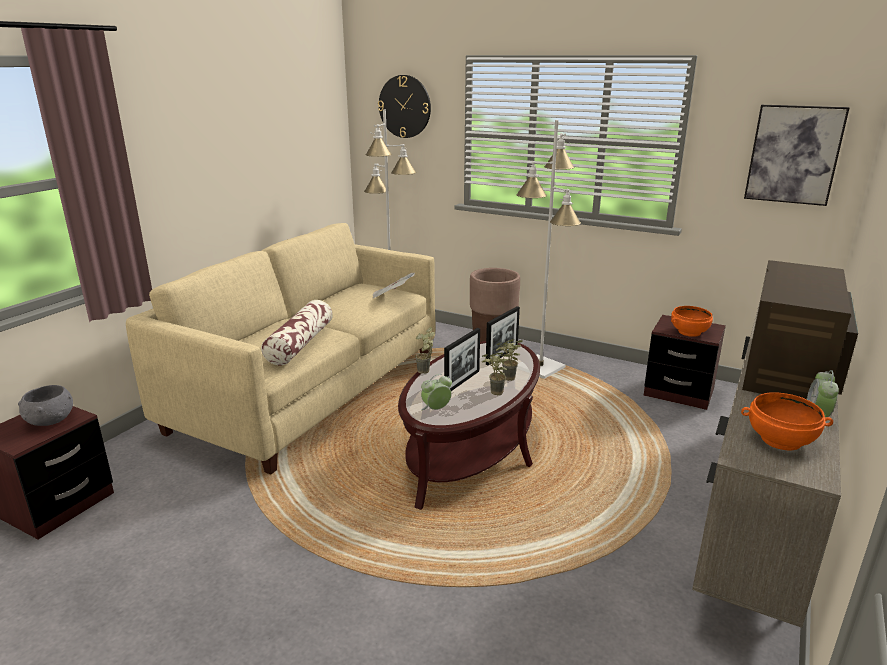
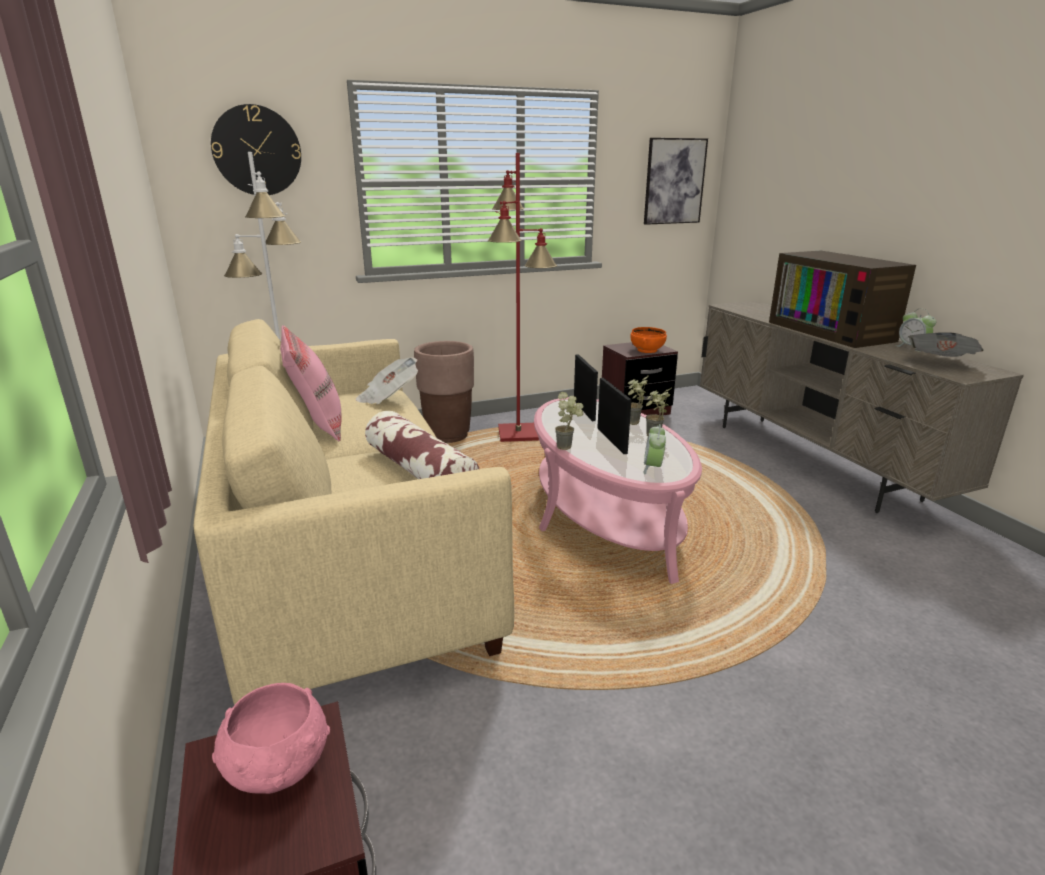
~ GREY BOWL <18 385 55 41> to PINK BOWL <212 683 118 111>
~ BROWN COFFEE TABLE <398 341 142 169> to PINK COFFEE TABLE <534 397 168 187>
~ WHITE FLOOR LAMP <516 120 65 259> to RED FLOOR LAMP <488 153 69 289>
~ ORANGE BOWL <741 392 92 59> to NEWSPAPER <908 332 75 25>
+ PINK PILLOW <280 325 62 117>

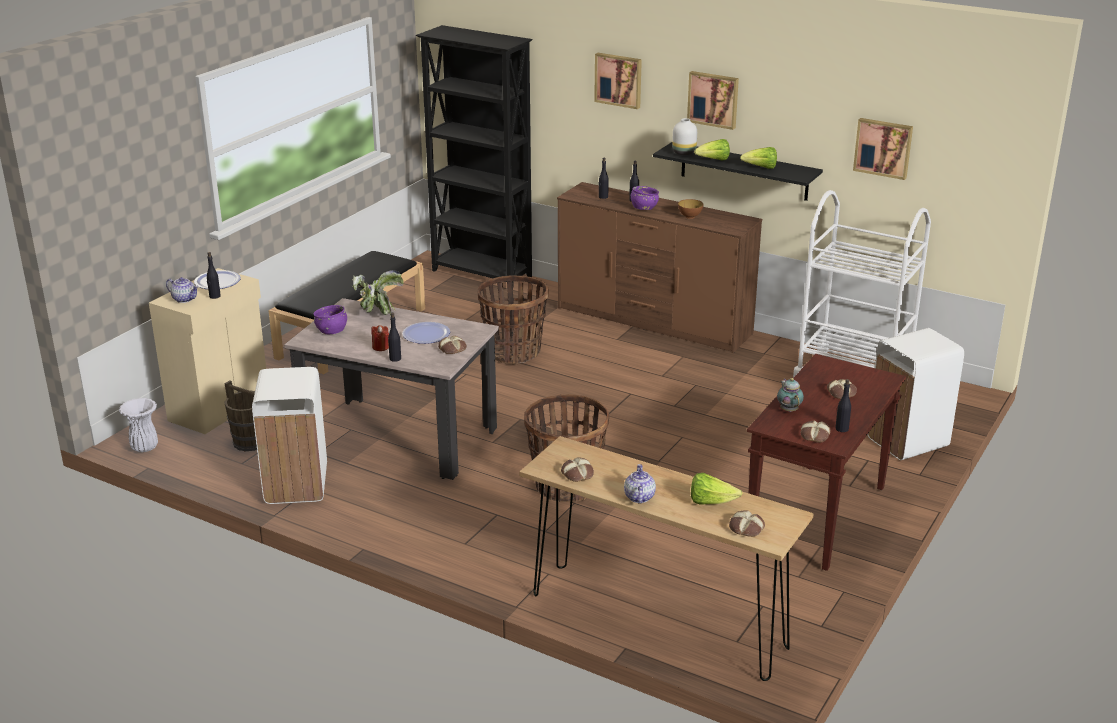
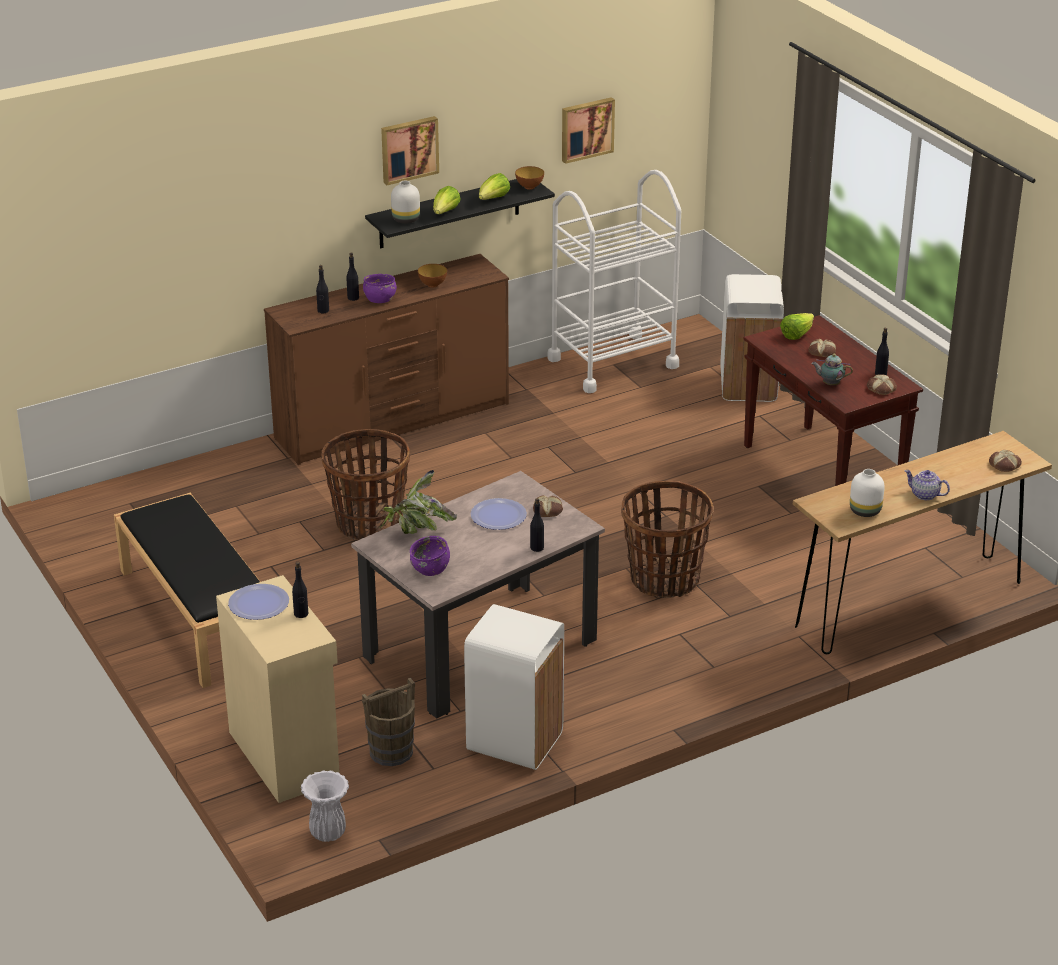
- TEAPOT <166 277 33 26>
- RED CANDLE <371 325 18 26>
- BLACK BOOKCASE <416 25 117 260>
~ BREAD <561 457 33 25> to WHITE VASE <850 469 35 48>
- PICTURE <594 53 48 56>
~ LETTUCE <691 473 51 31> to <780 313 34 27>
+ BOWL <515 166 29 24>

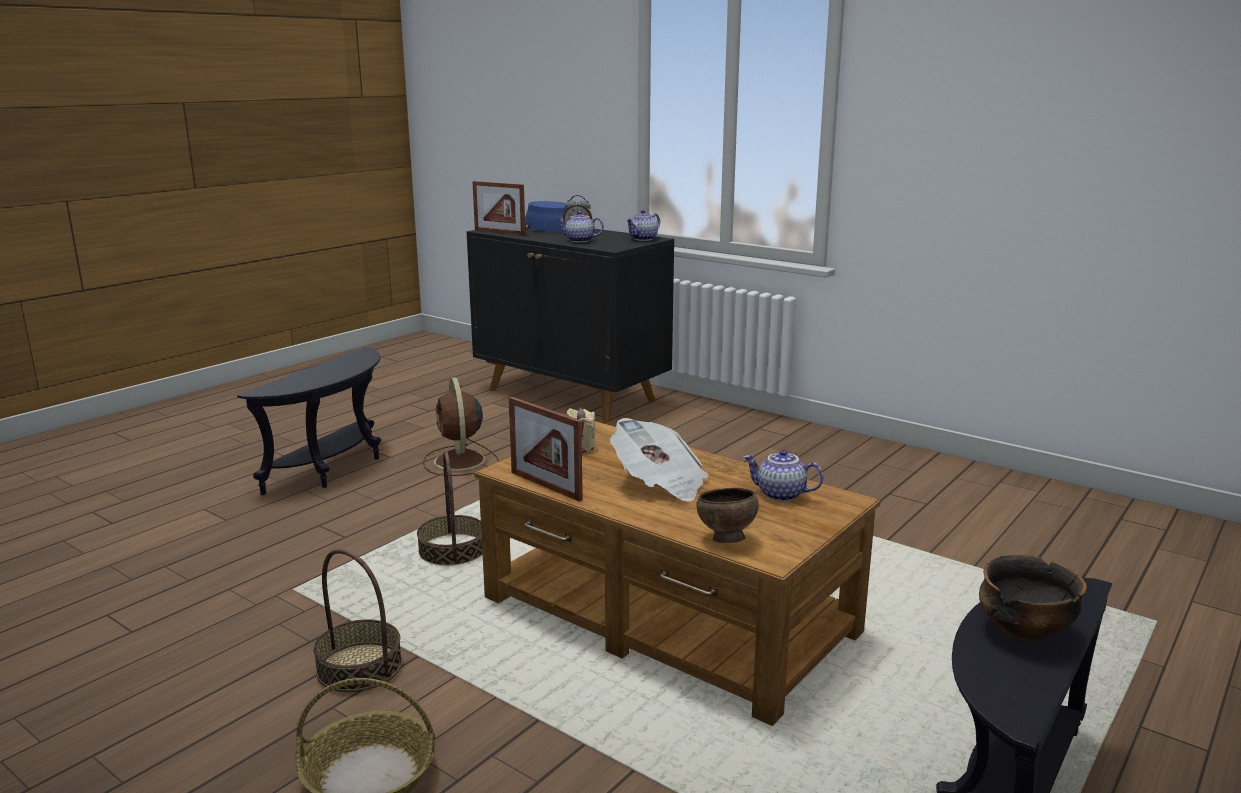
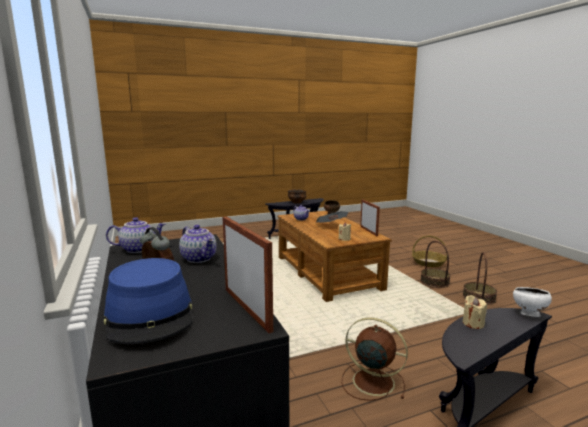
~ BASKET <417 451 65 114> to <463 252 34 53>
~ BROWN FAN <423 377 76 99> = <342 317 66 84> 75 degrees counterclockwise
+ BEIGE CANDLE <463 295 24 34>
+ WHITE BOWL <513 287 39 30>

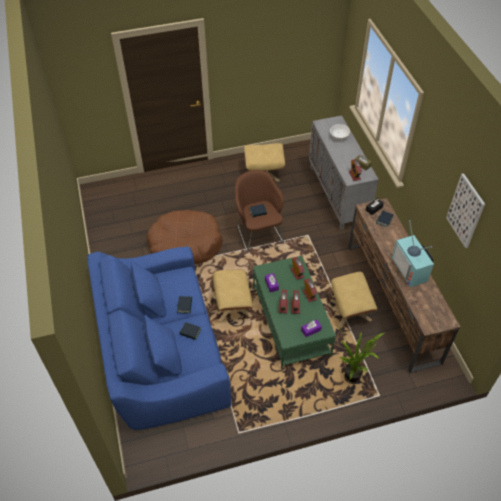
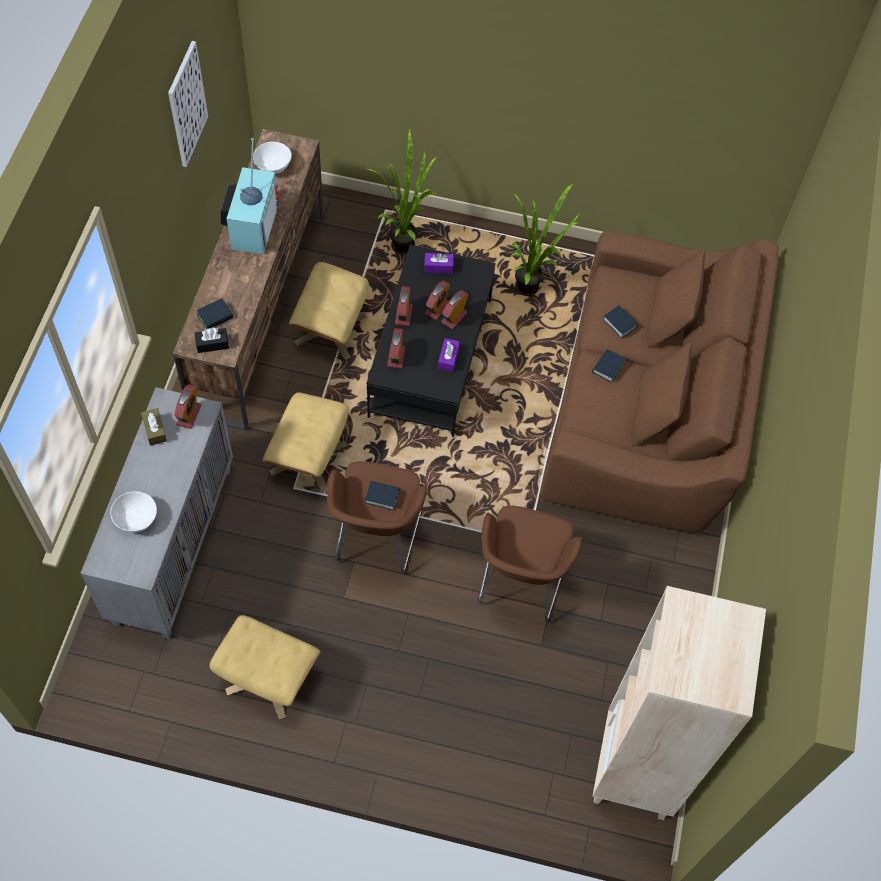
~ BLUE SOFA <87 247 144 183> to BROWN SOFA <541 231 238 302>
~ BROWN DOG BED <146 210 77 54> to BROWN ARMCHAIR <478 505 104 117>
~ BEIGE OTTOMAN <213 269 40 53> to <263 392 86 101>
~ GREEN COFFEE TABLE <253 256 83 113> to BLACK COFFEE TABLE <367 245 128 192>
+ WHITE BOWL <253 142 39 32>
+ POTTED PLANT <511 183 69 113>
+ BEIGE BOOKCASE <592 586 174 234>

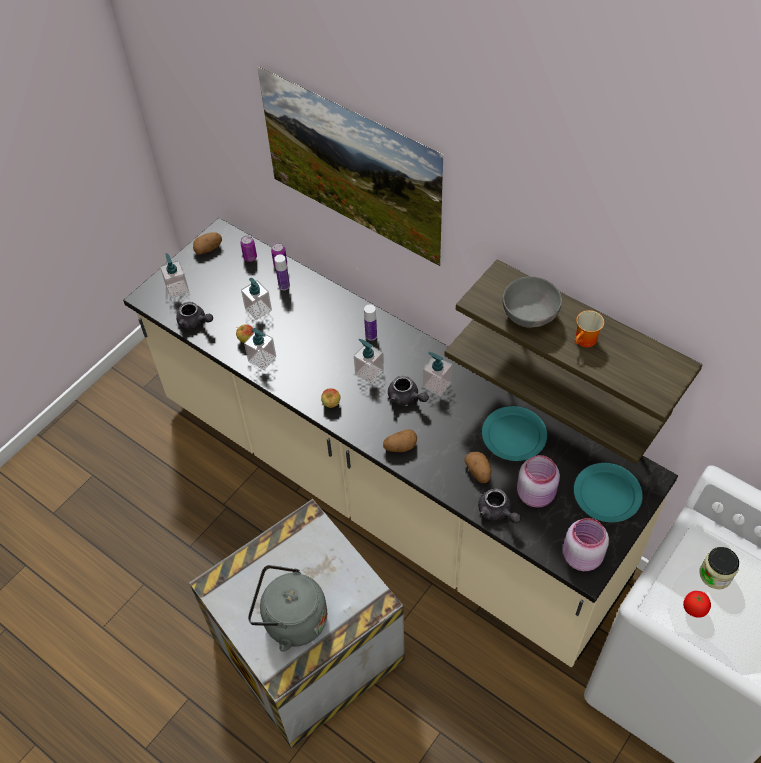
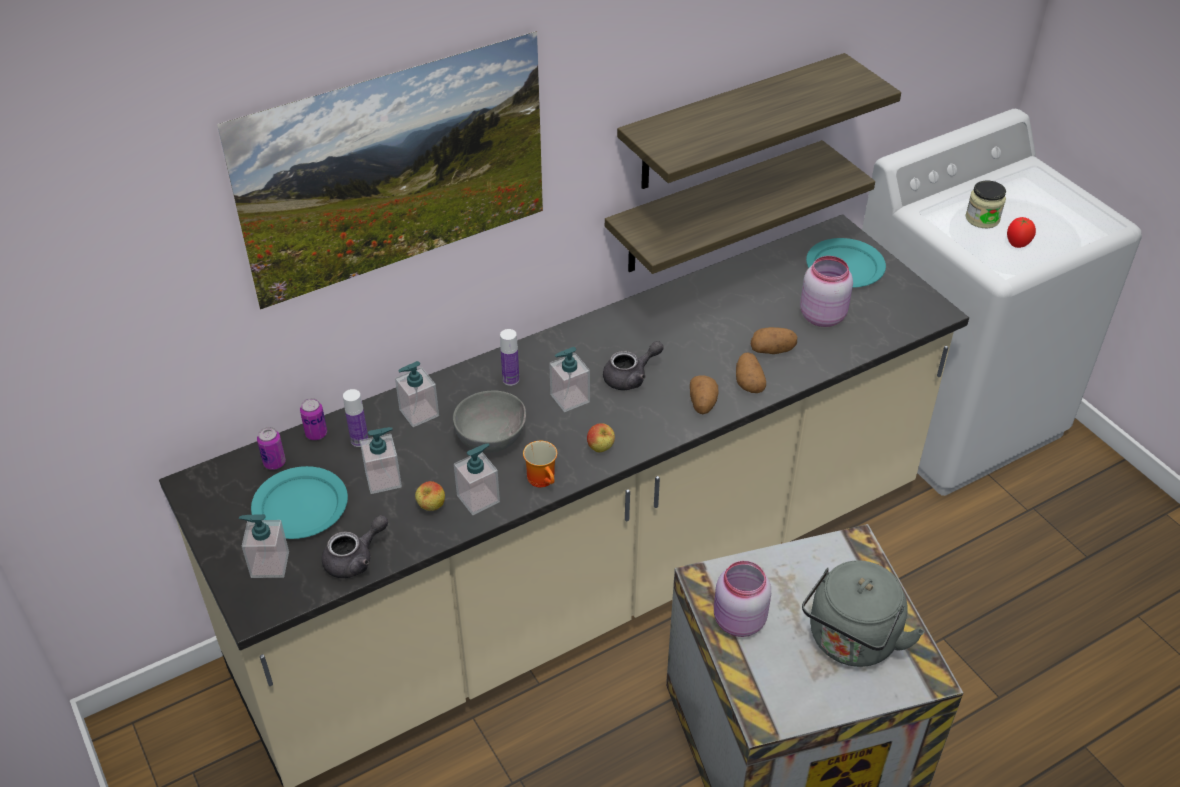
~ POTATO <193 232 29 22> to <736 353 30 40>
~ SOAP DISPENSER <423 352 29 44> to <395 361 44 66>
- GREY TEAPOT <478 488 43 35>
~ TURQUOISE PLATE <482 406 65 55> to <251 466 97 73>
~ GREY BOWL <503 276 59 52> to <453 390 73 63>
~ PINK JAR <563 518 46 53> to <714 561 57 76>
~ MUG <574 310 30 37> to <523 441 34 46>

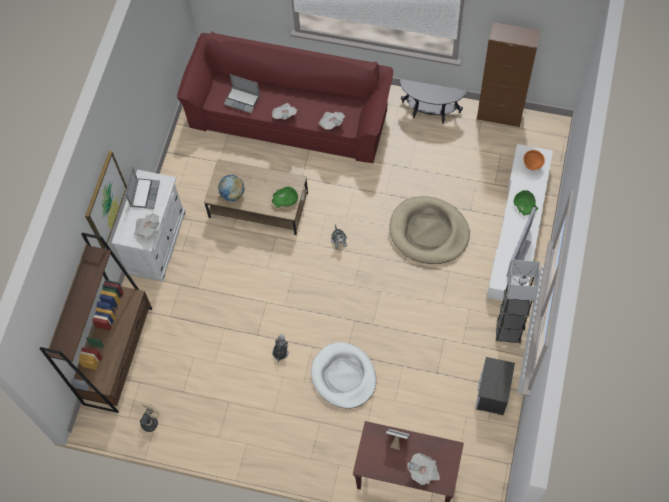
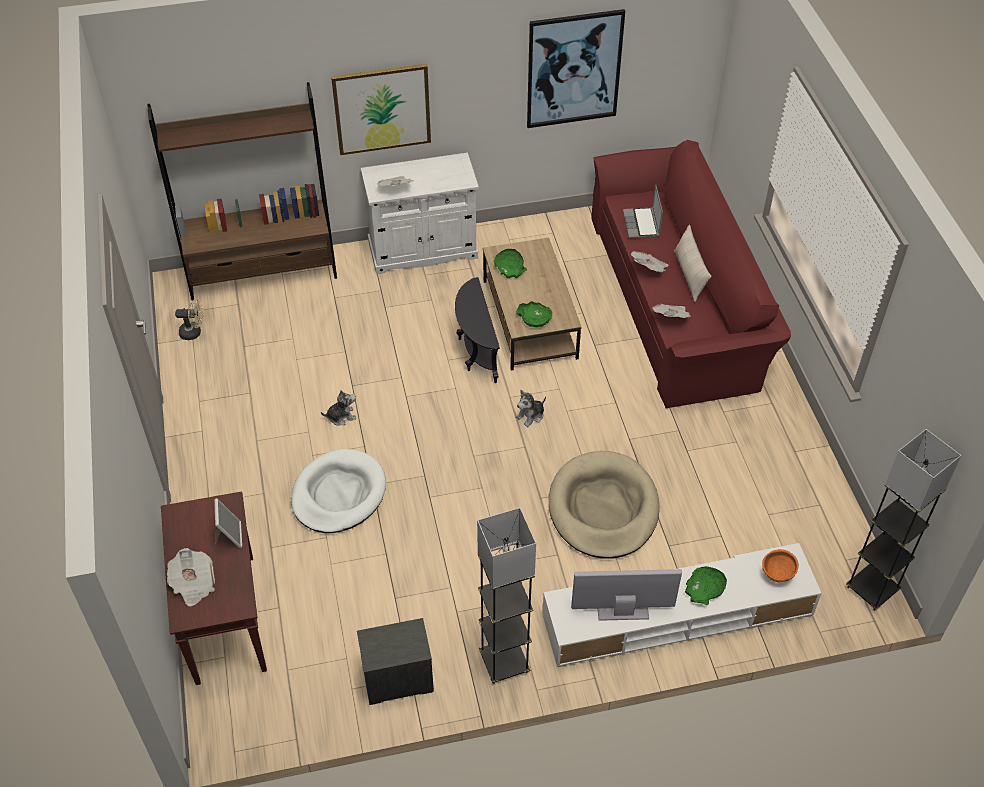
- LAPTOP <126 167 34 42>
~ GLOBE <218 175 27 26> to GREEN BOWL <494 249 33 30>
~ BLACK SIDE TABLE <400 79 67 44> to <455 277 45 106>
- BROWN CABINET <477 22 63 106>
+ PICTURE <527 9 98 119>
+ BEIGE PILLOW <674 225 37 77>
+ GREY FLOOR LAMP <846 429 115 182>

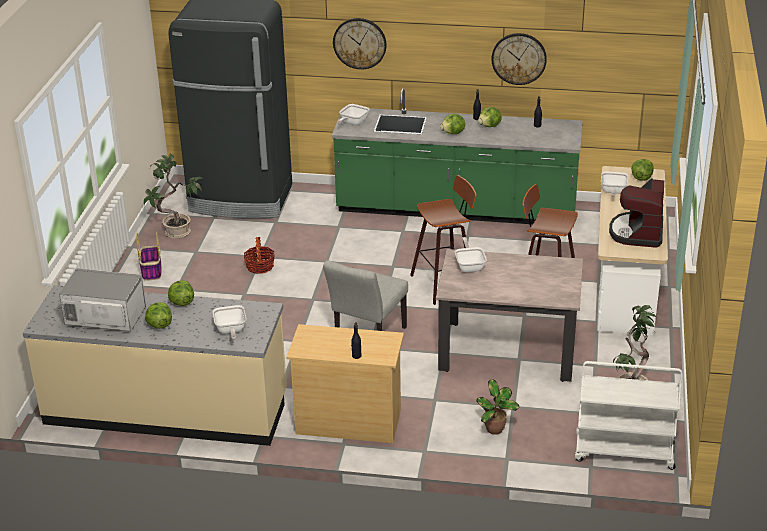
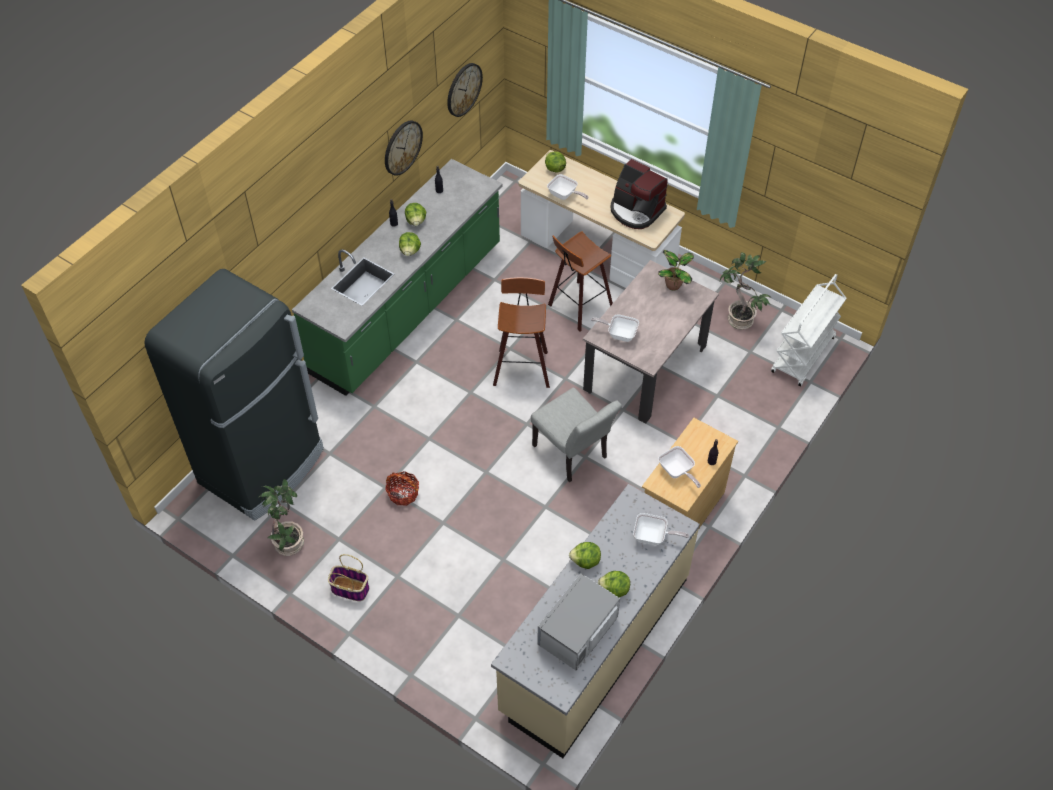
~ WALL CLOCK <333 18 54 51> to <447 63 36 54>
~ FRYING PAN <337 104 32 21> to <658 446 43 42>
~ POTTED PLANT <476 379 44 56> to <658 250 36 41>

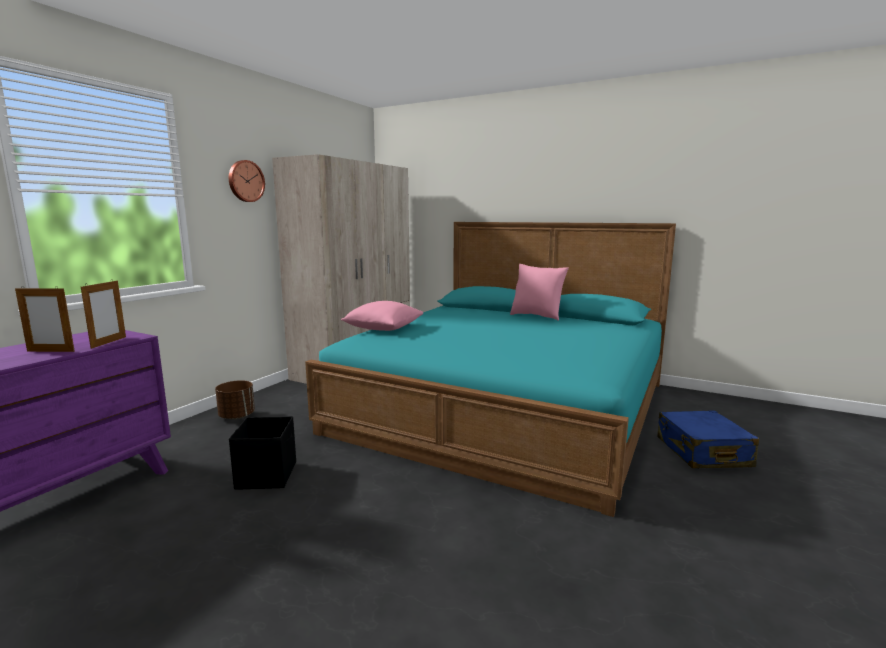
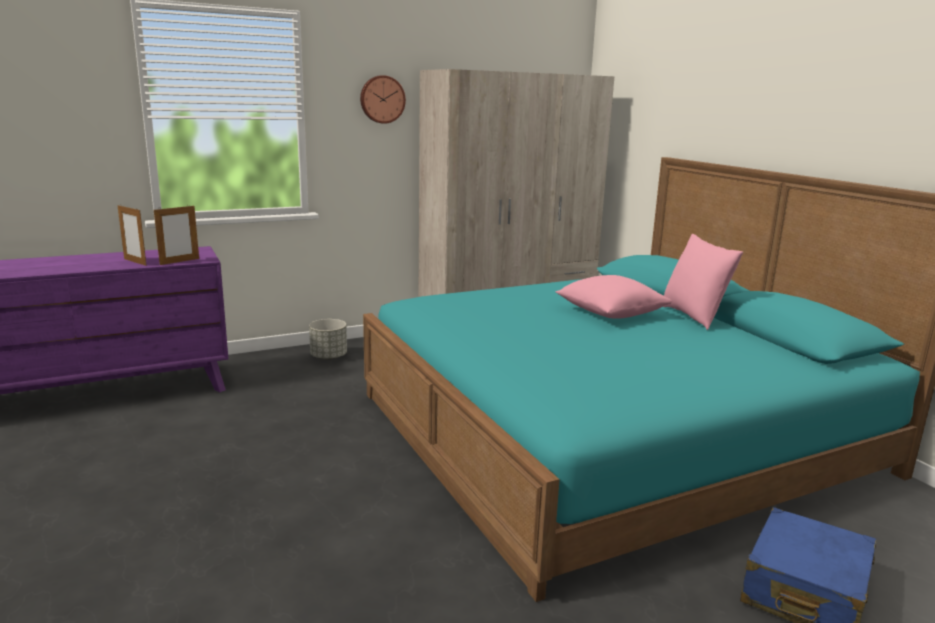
~ BROWN PLANTER <215 380 40 40> to GREY PLANTER <309 319 38 41>
- BLACK STORAGE BOX <229 416 67 74>
~ PINK PILLOW <341 301 82 30> to <556 275 116 44>

